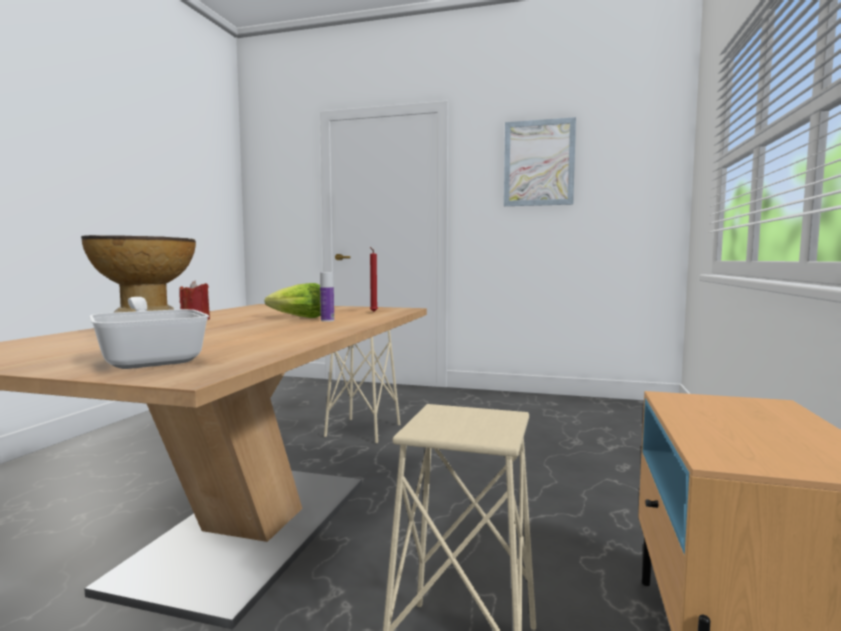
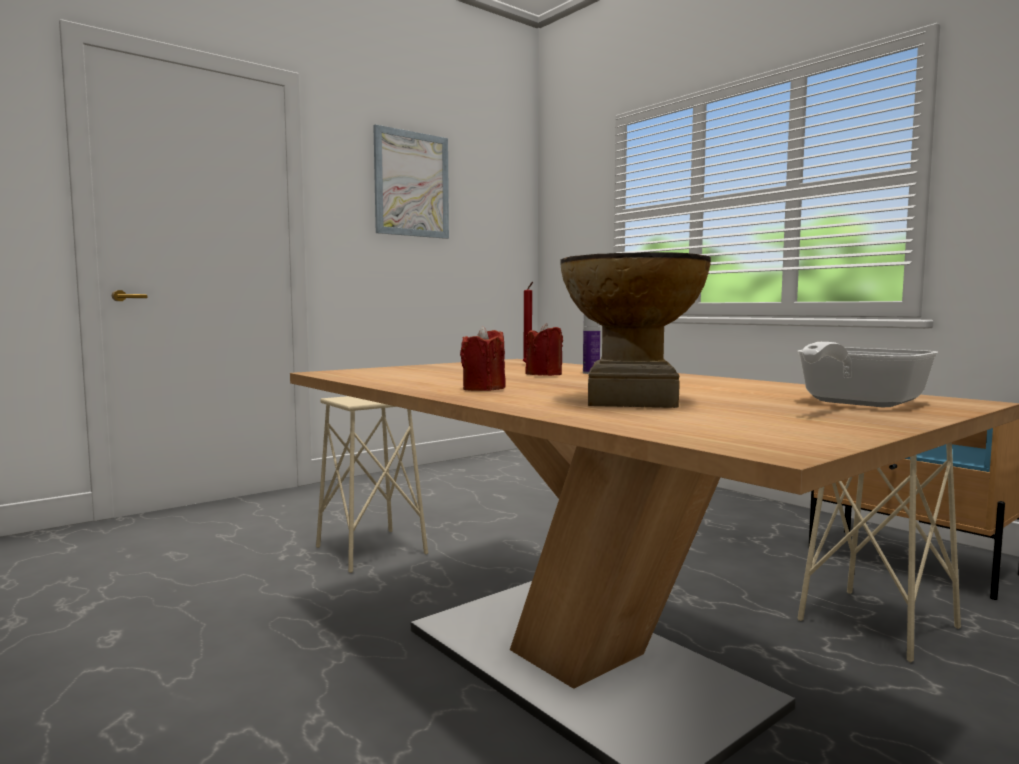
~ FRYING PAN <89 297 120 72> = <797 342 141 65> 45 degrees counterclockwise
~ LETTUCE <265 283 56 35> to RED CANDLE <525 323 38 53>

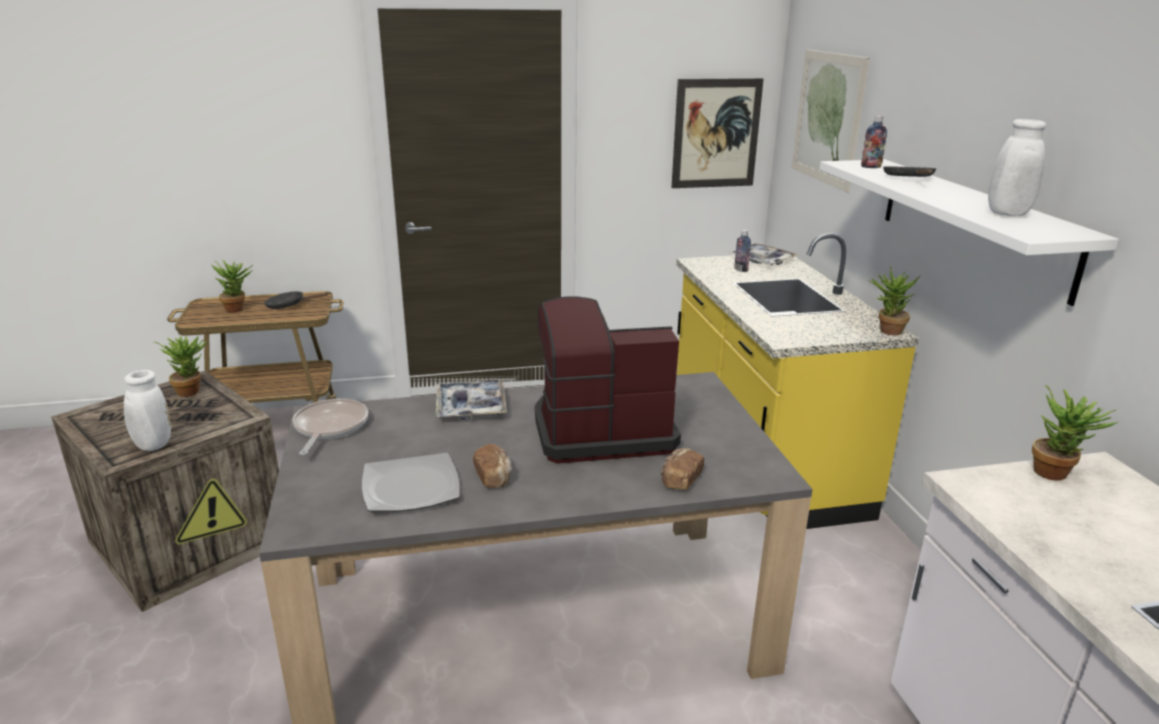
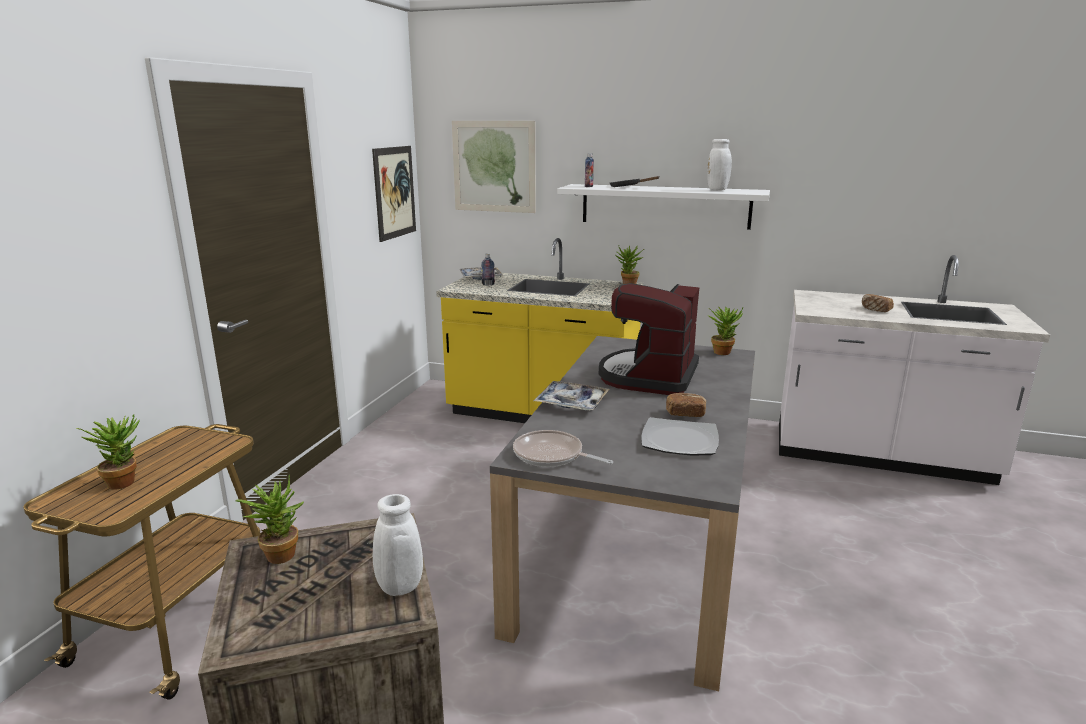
- BLACK FRYING PAN <264 291 65 18>
~ BREAD <661 448 43 42> to <862 294 32 18>
~ POTTED PLANT <1032 385 86 96> to <708 307 35 48>

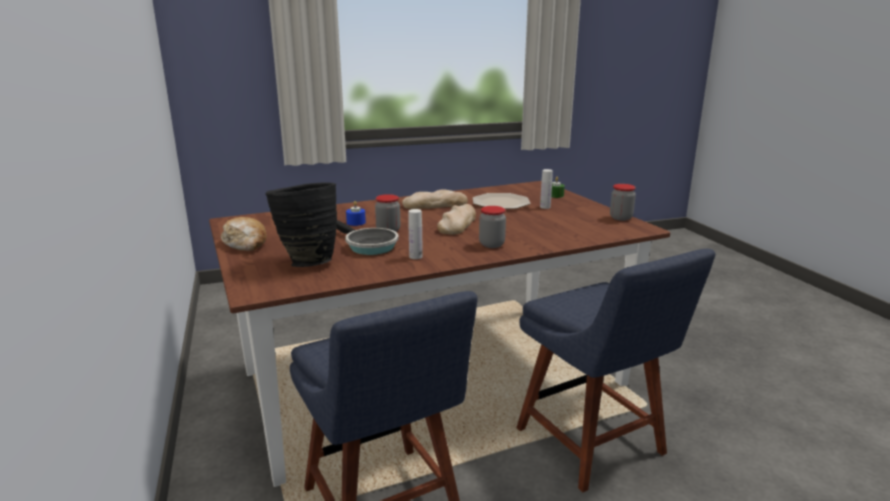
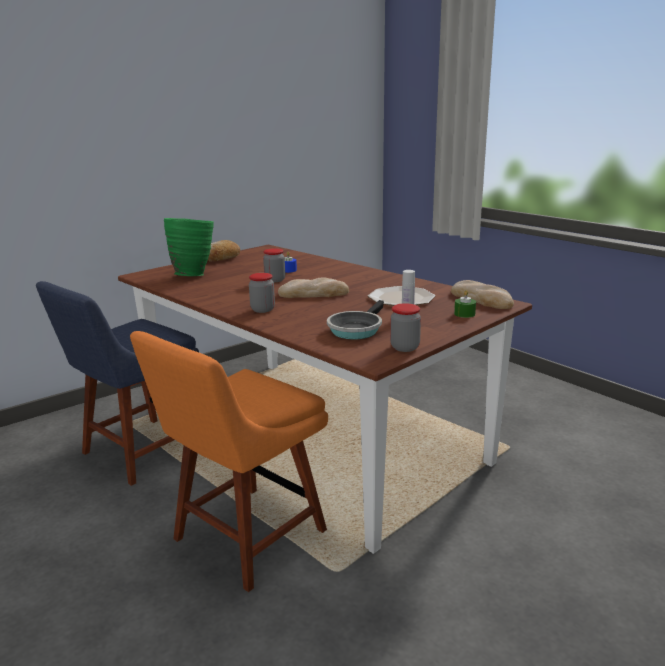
~ BLACK VASE <265 183 72 84> to GREEN VASE <164 218 50 58>
~ FRYING PAN <336 220 63 35> to <327 300 57 39>
~ BREAD <402 189 66 20> to <451 280 63 29>
- WHITE BOTTLE <409 209 14 50>
~ BLUE CHAIR <516 249 200 244> to ORANGE CHAIR <130 331 198 261>

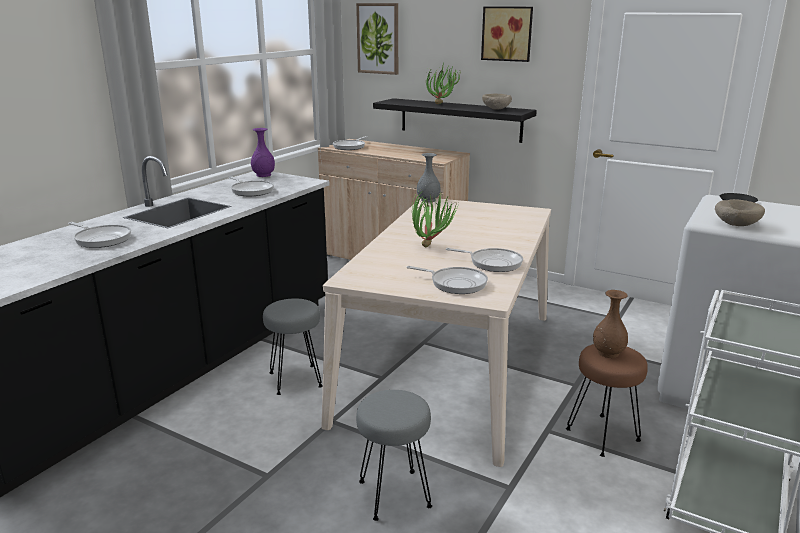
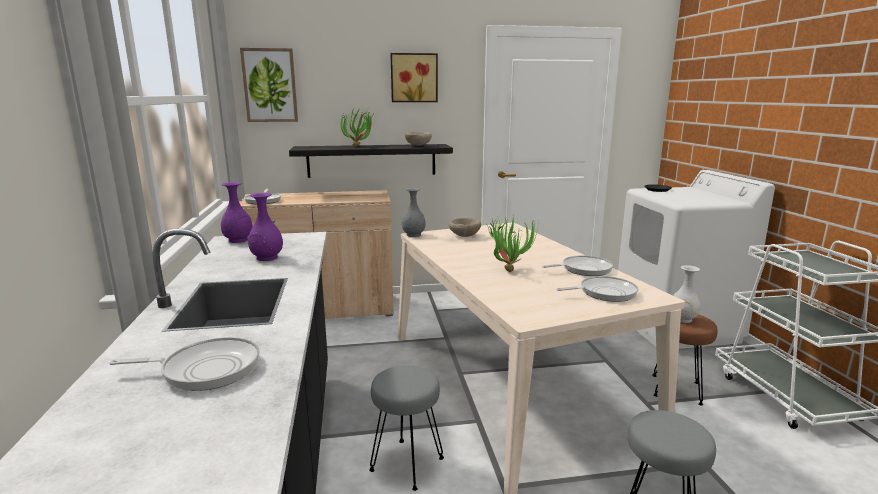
~ FRYING PAN <229 177 45 19> to PURPLE VASE <248 193 35 68>
~ BROWN VASE <593 290 35 68> to WHITE VASE <673 265 27 58>
~ BEIGE BOWL <715 199 50 27> to <449 218 32 19>

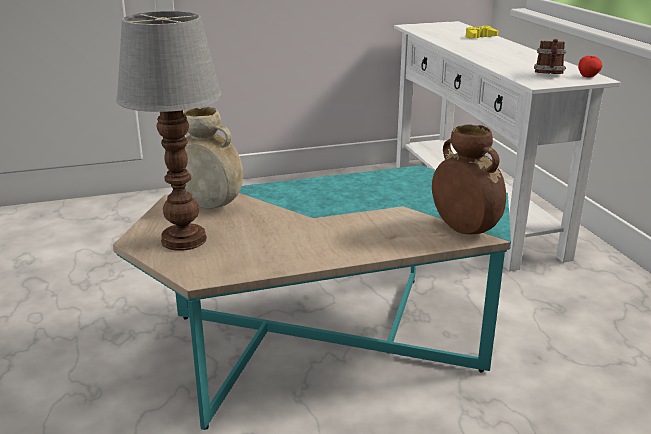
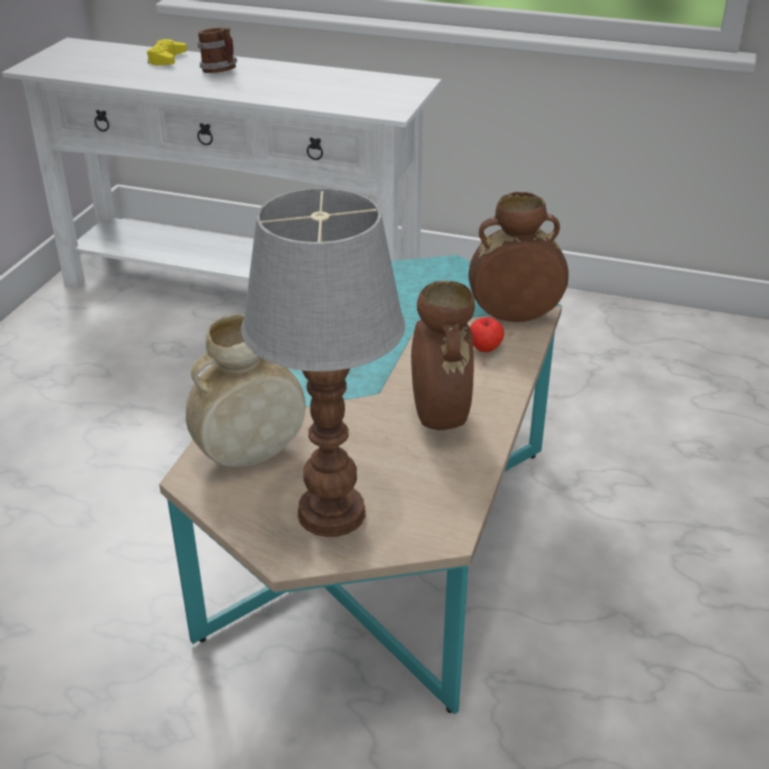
~ MUG <534 39 33 35> to <197 27 40 46>
~ APPLE <578 56 24 22> to <470 317 35 35>
+ BROWN VASE <411 280 64 150>

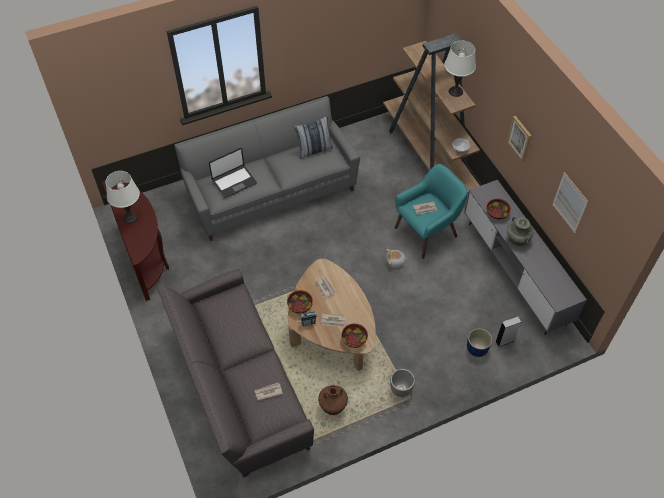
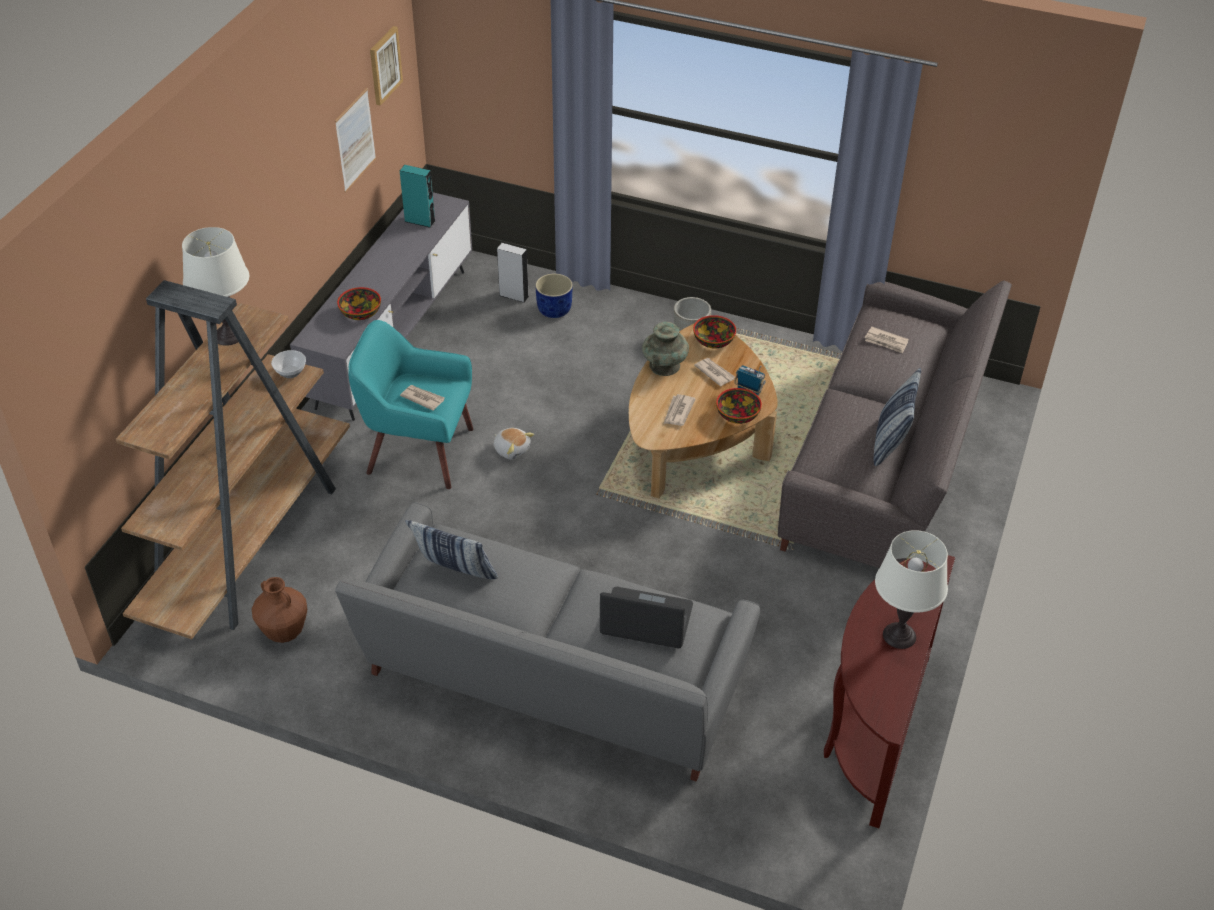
~ BROWN VASE <318 385 30 30> to <252 577 55 66>
~ PICTURE <507 116 25 45> to <370 26 33 80>
~ TURQUOISE VASE <507 217 26 29> to <642 322 47 54>
+ TURQUOISE SPEAKER <400 165 36 63>
+ PILLOW <874 368 47 98>

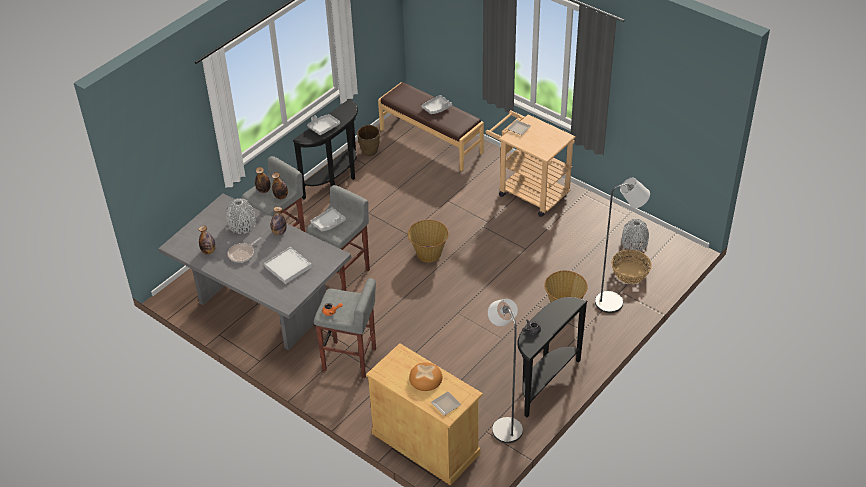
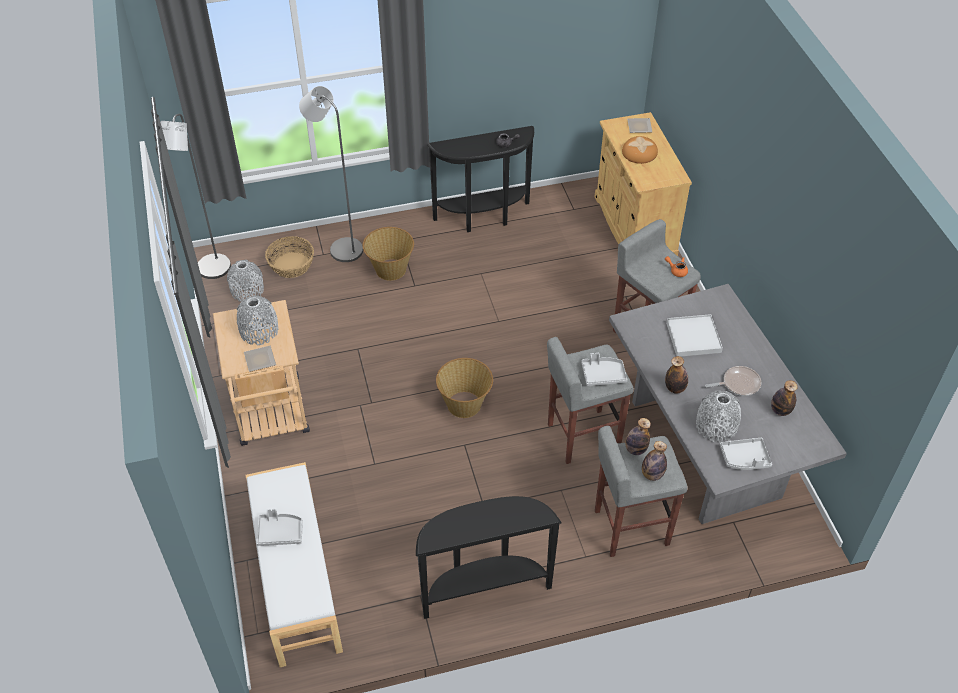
~ GREY TRAY <307 114 33 21> to <720 438 52 32>
- BROWN VASE <357 125 23 31>
~ BROWN BENCH <378 82 106 89> to WHITE BENCH <245 462 98 205>
~ GREY FLOOR LAMP <488 299 35 144> to <161 114 70 165>
+ GREY VASE <237 295 42 51>

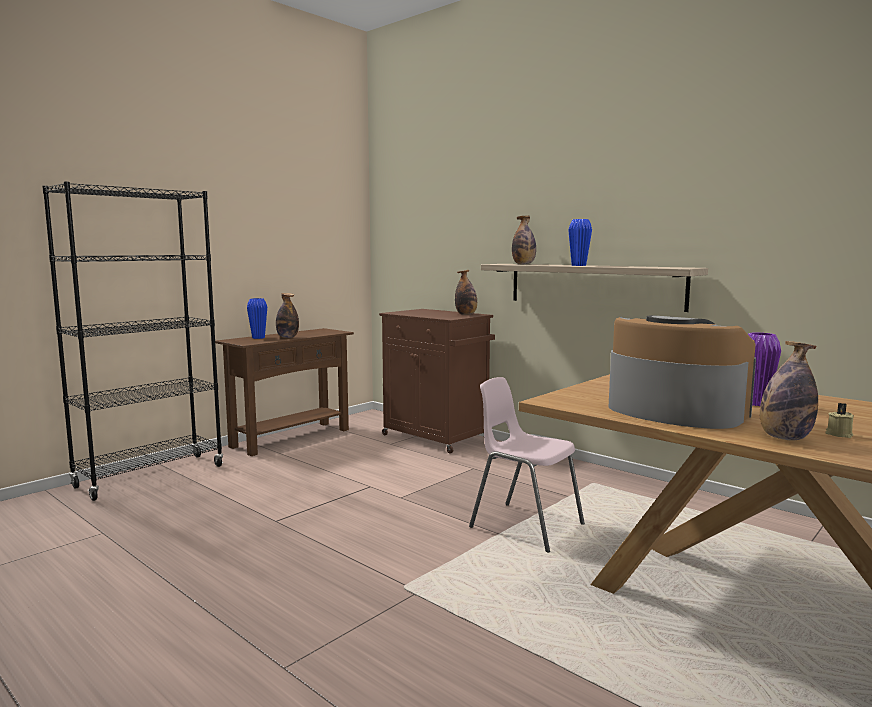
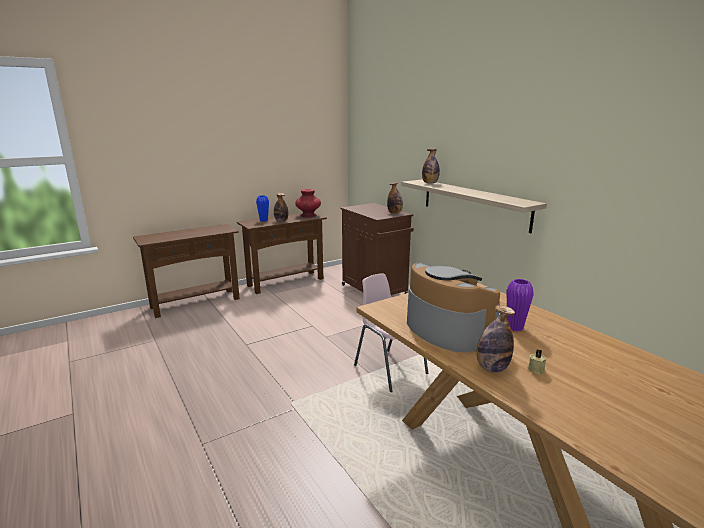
~ BLACK BOOKCASE <42 182 181 319> to BROWN CONSOLE TABLE <133 224 107 94>
- BLUE VASE <568 219 24 47>
+ RED VASE <295 189 26 29>

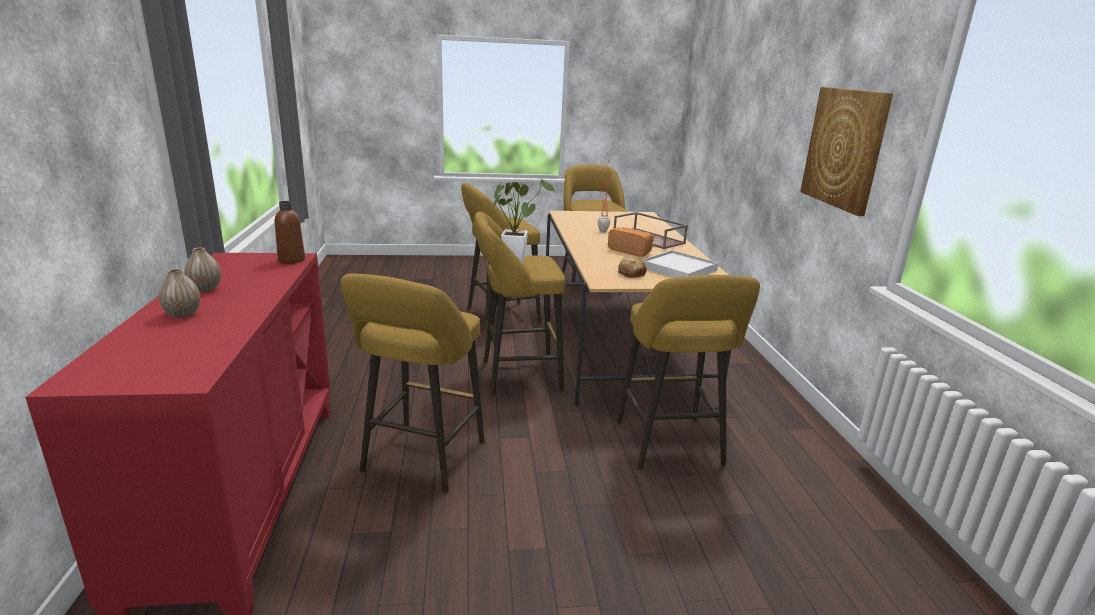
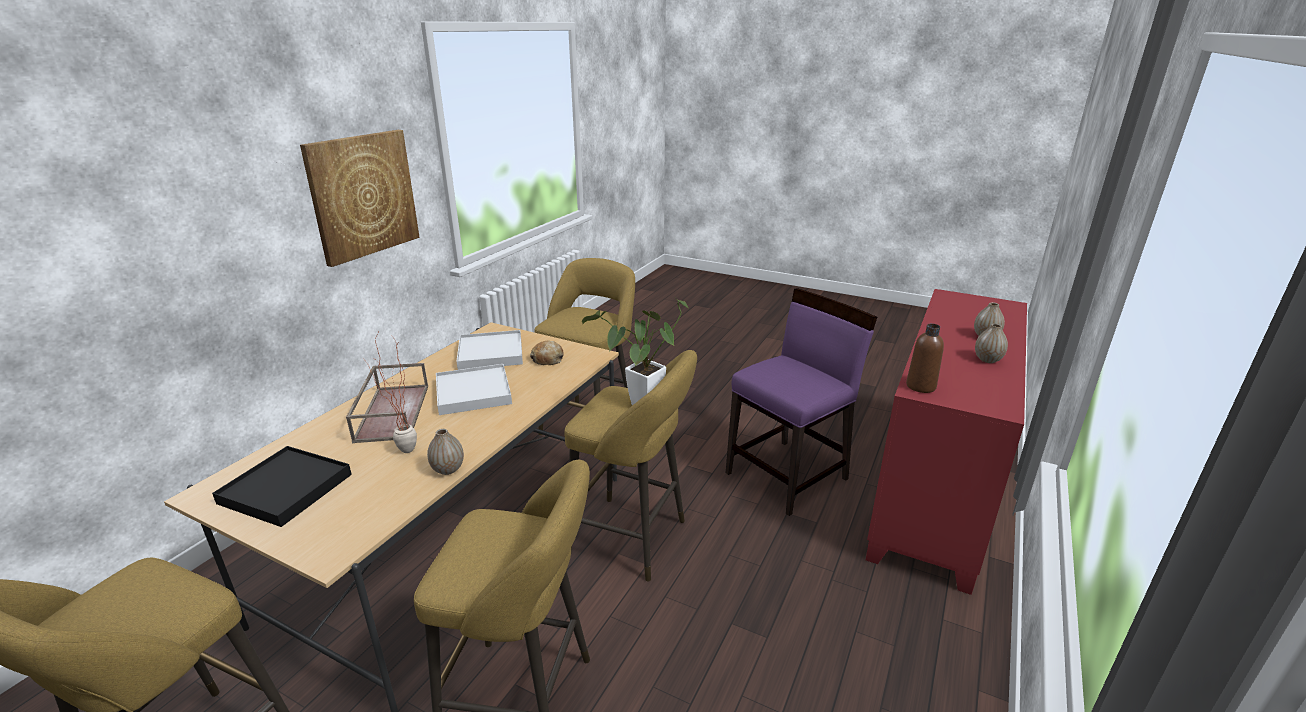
~ YELLOW STOOL <341 273 144 220> to PURPLE CHAIR <726 288 151 228>
~ BREAD <608 227 46 30> to WHITE TRAY <436 364 76 51>
+ BLACK TRAY <212 446 140 81>
+ VASE <427 429 37 46>

